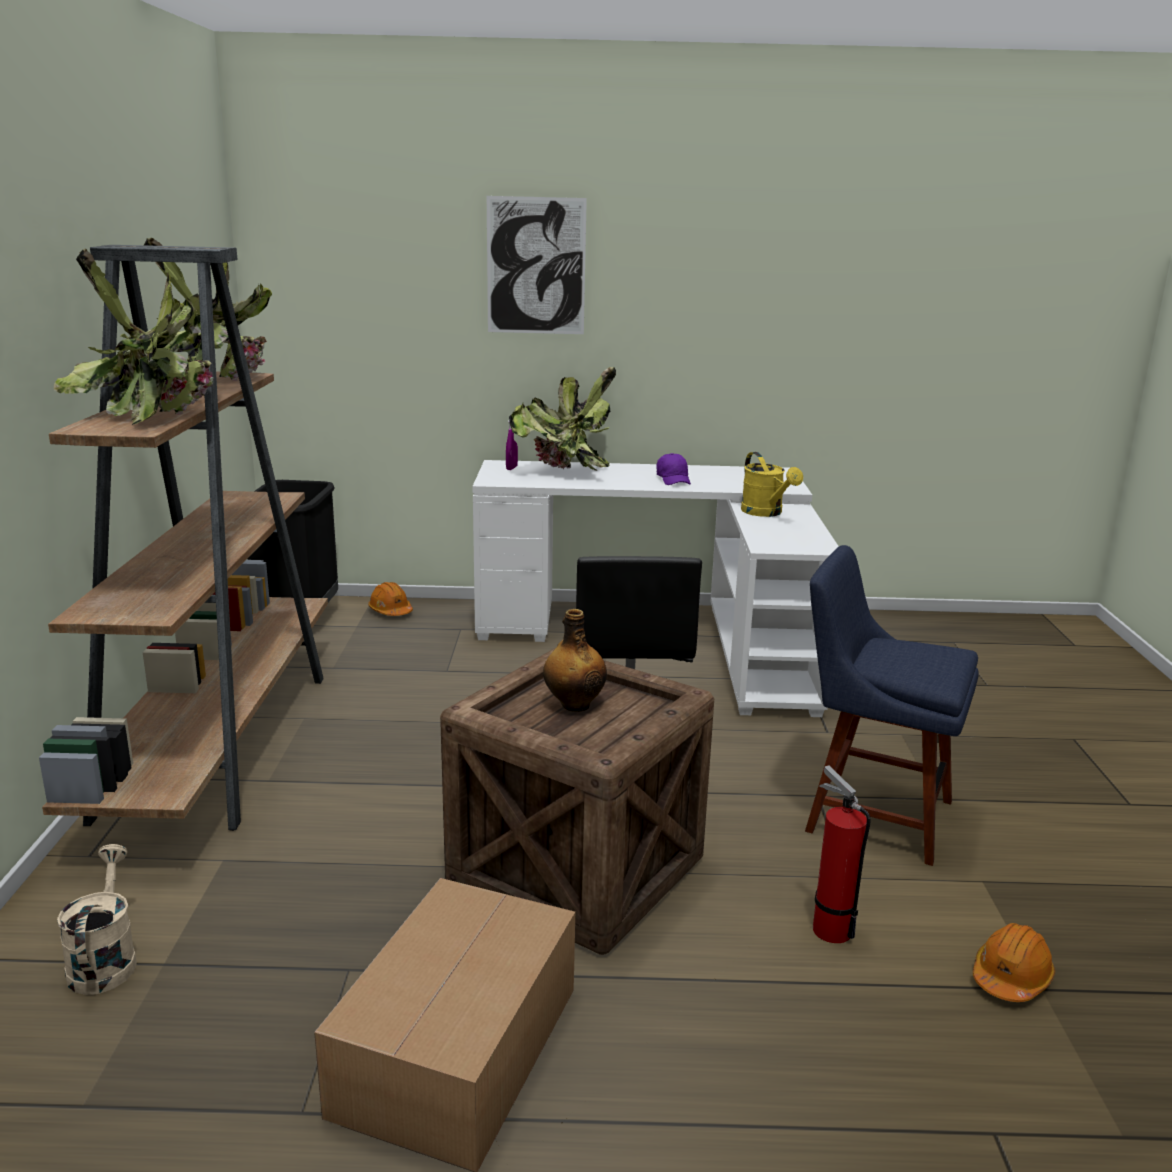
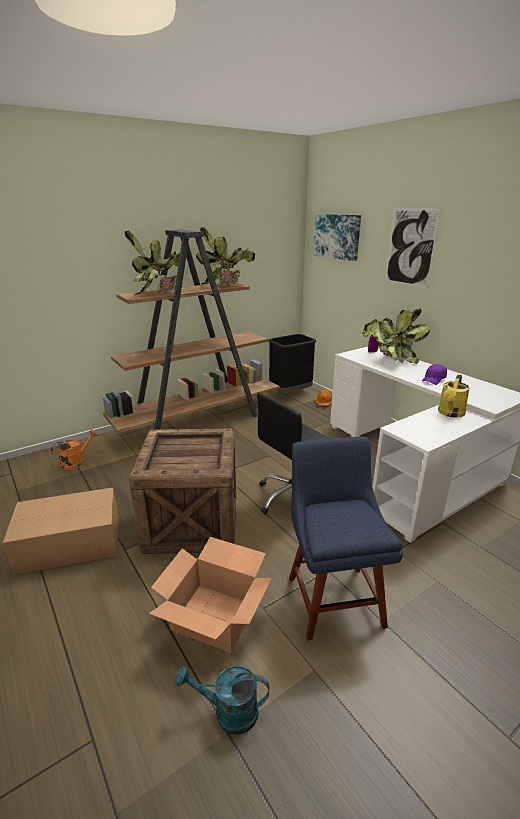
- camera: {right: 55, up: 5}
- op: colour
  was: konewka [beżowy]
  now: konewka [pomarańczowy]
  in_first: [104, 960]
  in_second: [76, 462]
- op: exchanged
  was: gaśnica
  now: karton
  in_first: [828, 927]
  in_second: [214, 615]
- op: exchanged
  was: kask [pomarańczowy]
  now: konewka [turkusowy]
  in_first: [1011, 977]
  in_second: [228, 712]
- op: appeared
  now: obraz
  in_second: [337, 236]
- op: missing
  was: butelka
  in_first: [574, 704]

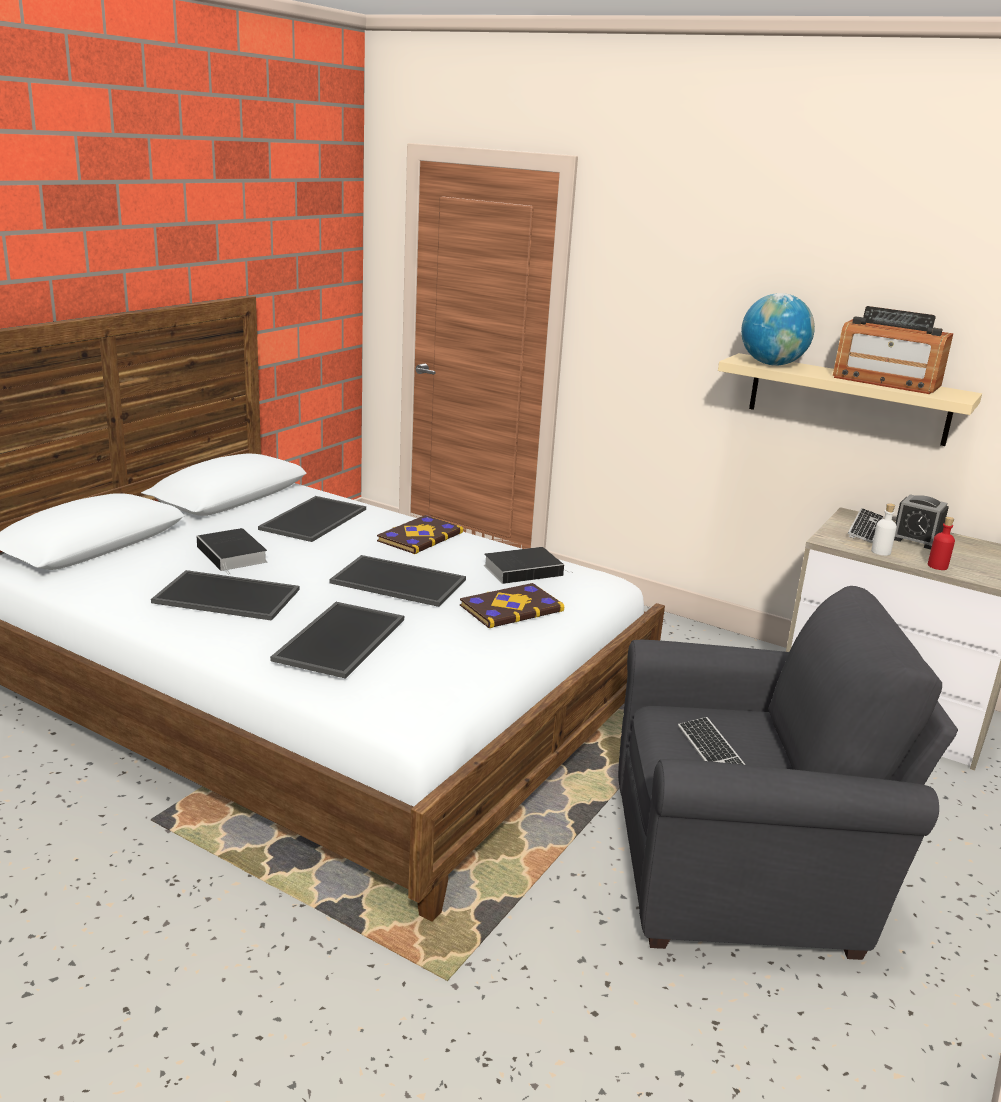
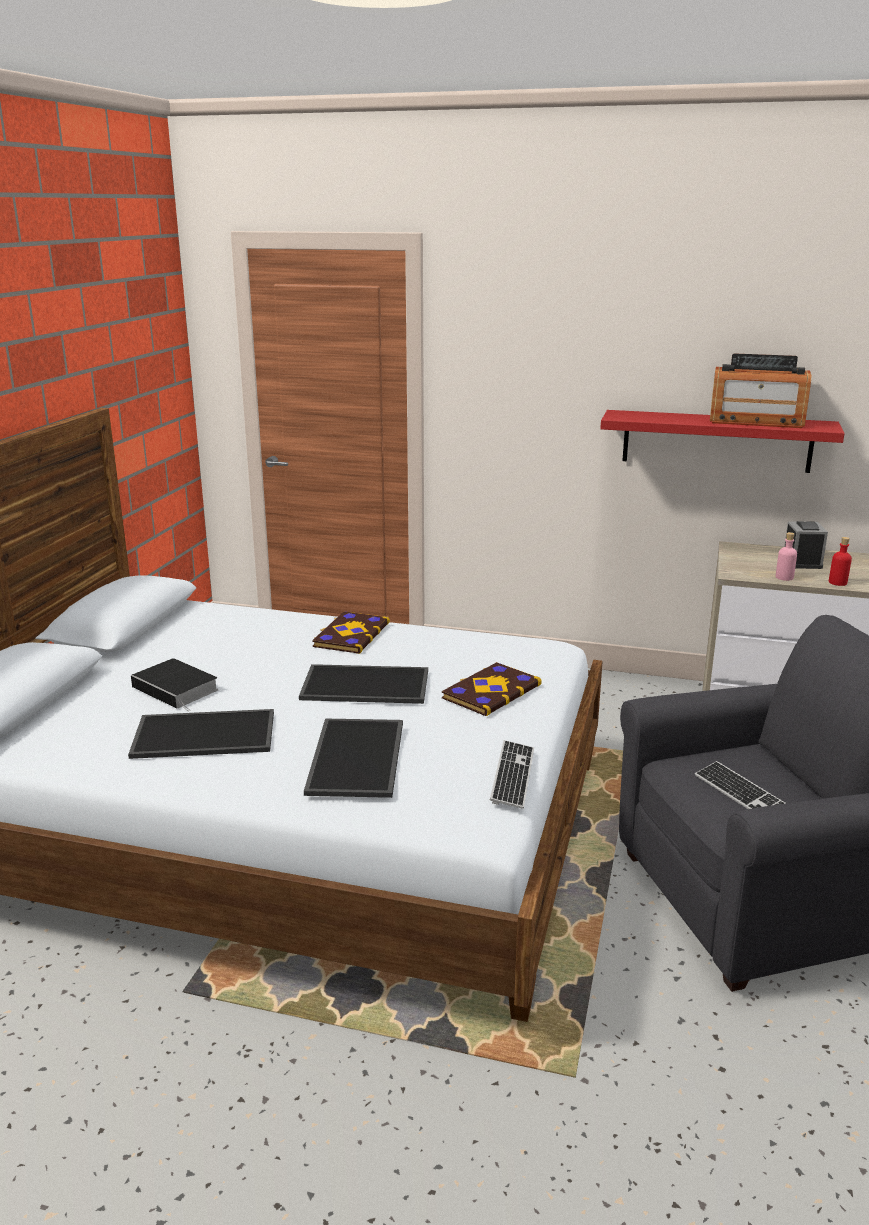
- camera: {right: -15, up: 0}
- op: relocated
  was: klawiatura
  in_first: [865, 527]
  in_second: [512, 776]
- op: colour
  was: półka [beżowy]
  now: półka [czerwony]
  in_first: [848, 399]
  in_second: [716, 441]
- op: colour
  was: butelka [biały]
  now: butelka [różowy]
  in_first: [880, 552]
  in_second: [784, 577]
- op: spun
  was: budzik
  in_first: [915, 540]
  in_second: [802, 561]
  clockwise: -105
- op: missing
  was: taca
  in_first: [313, 518]
- op: missing
  was: książka
  in_first: [524, 570]
- op: missing
  was: globus
  in_first: [771, 364]

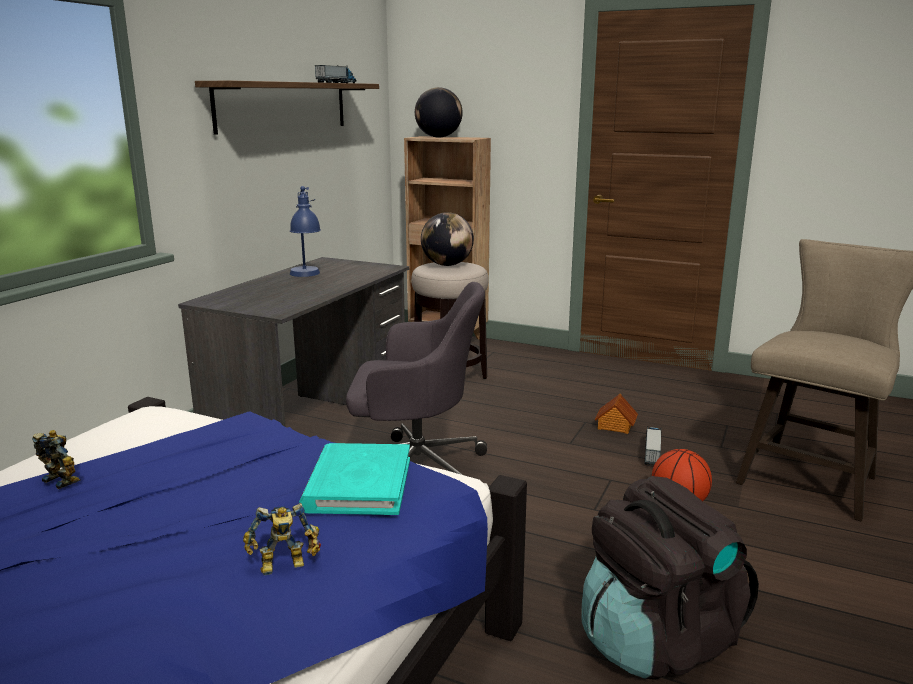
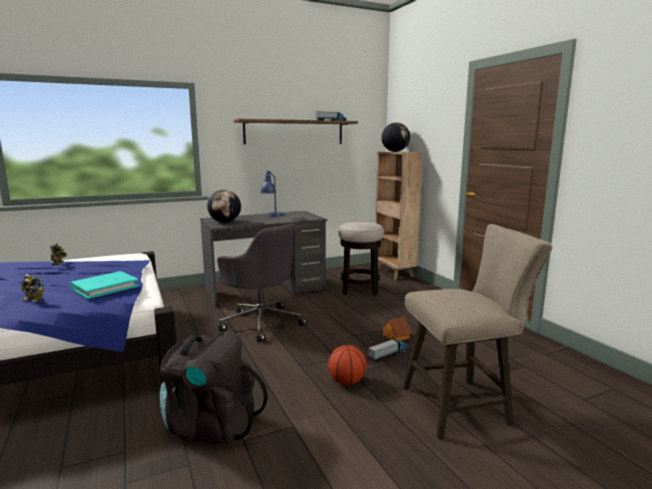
- camera: {right: 40, up: -5}
- op: relocated
  was: globus
  in_first: [447, 265]
  in_second: [225, 222]

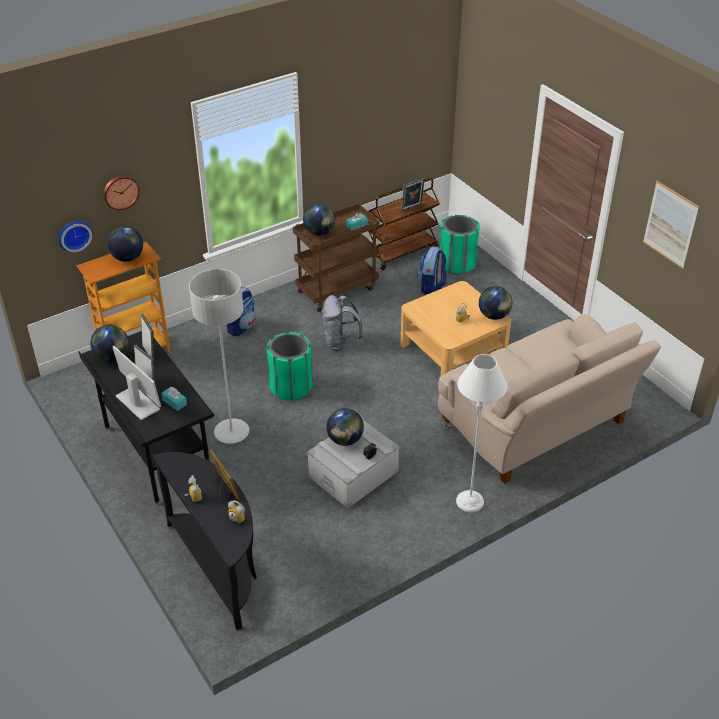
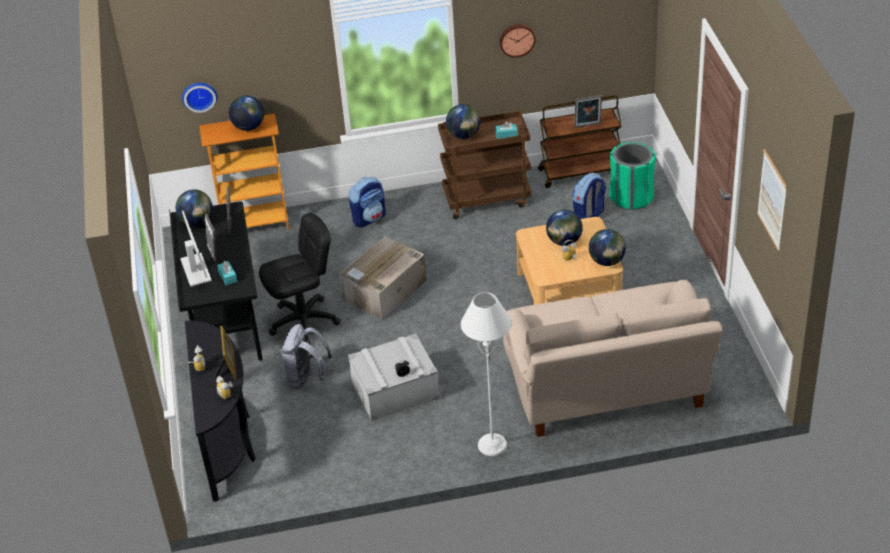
- camera: {right: 25, up: 0}
- op: exchanged
  was: lampa stojąca [szary]
  now: krzesło biurowe [czarny]
  in_first: [231, 432]
  in_second: [304, 322]
- op: relocated
  was: plecak [szary]
  in_first: [340, 342]
  in_second: [307, 378]
- op: exchanged
  was: kosz na śmieci [zielony]
  now: karton
  in_first: [291, 387]
  in_second: [384, 291]
- op: relocated
  was: zegar ścienny
  in_first: [120, 191]
  in_second: [517, 39]
- op: relocated
  was: globus
  in_first: [345, 440]
  in_second: [564, 241]

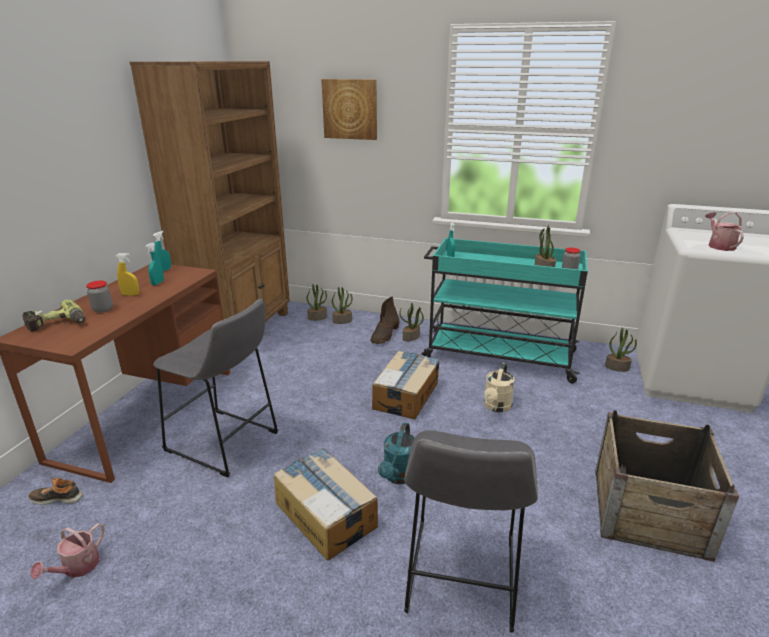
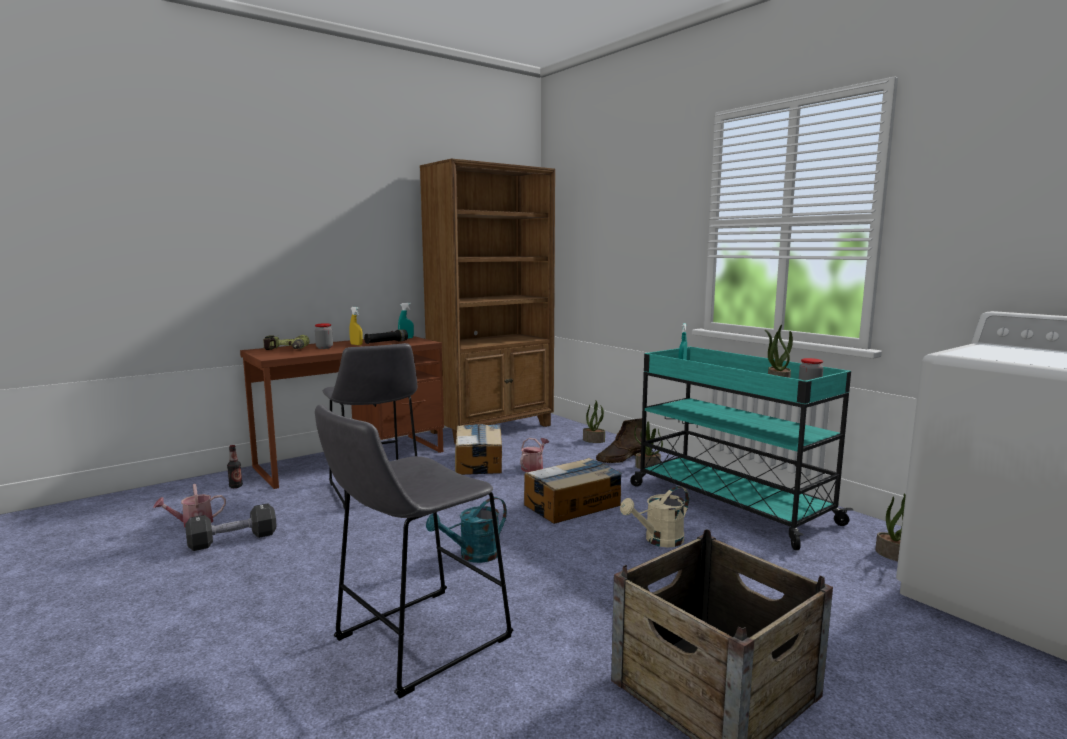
- camera: {right: 35, up: -15}
- op: appeared
  now: hantel [czarny]
  in_second: [233, 540]
- op: exchanged
  was: but
  now: butelka
  in_first: [57, 498]
  in_second: [236, 486]
- op: exchanged
  was: spryskiwacz [turkusowy]
  now: latarka [czarny]
  in_first: [158, 283]
  in_second: [386, 342]
- op: relocated
  was: karton
  in_first: [326, 514]
  in_second: [479, 462]
- op: relocated
  was: konewka
  in_first: [719, 245]
  in_second: [533, 467]
- op: missing
  was: roślina doniczkowa
  in_first: [317, 317]
- op: missing
  was: obraz
  in_first: [350, 109]

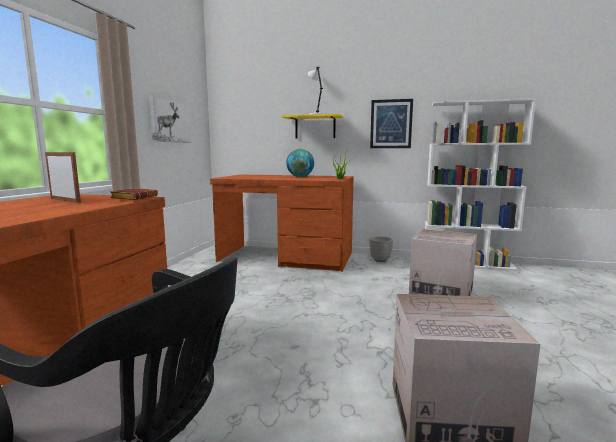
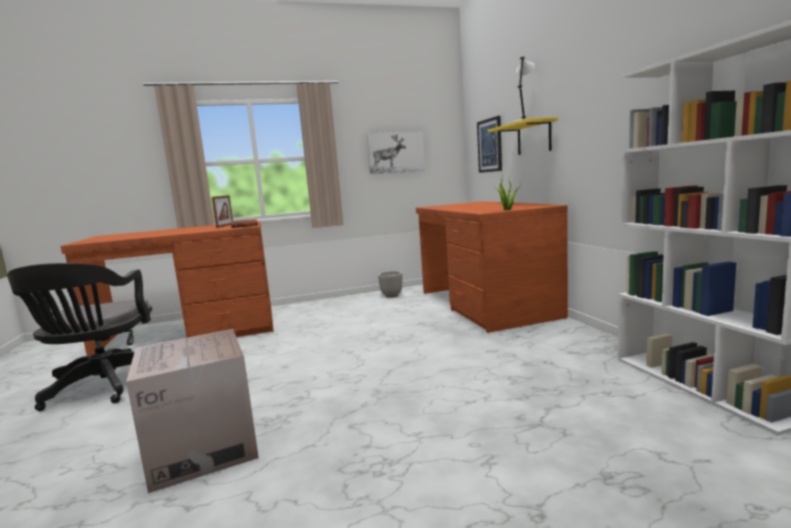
- camera: {right: 60, up: 0}
- op: relocated
  was: donica
  in_first: [380, 260]
  in_second: [392, 296]
- op: relocated
  was: obraz
  in_first: [391, 124]
  in_second: [490, 145]
- op: missing
  was: globus
  in_first: [300, 177]
- op: missing
  was: karton
  in_first: [441, 293]

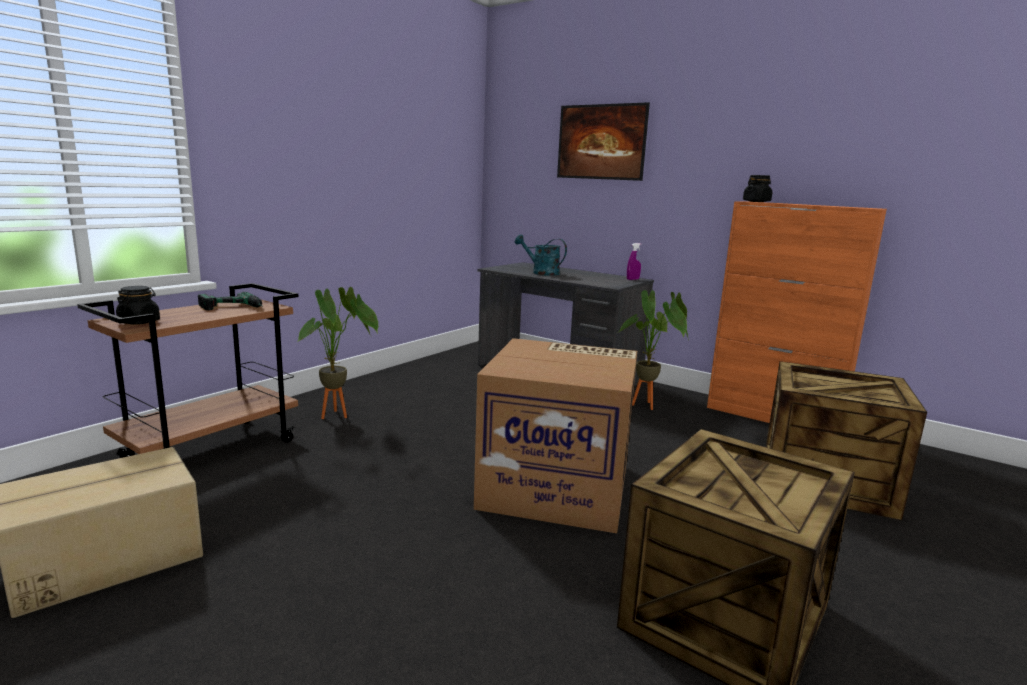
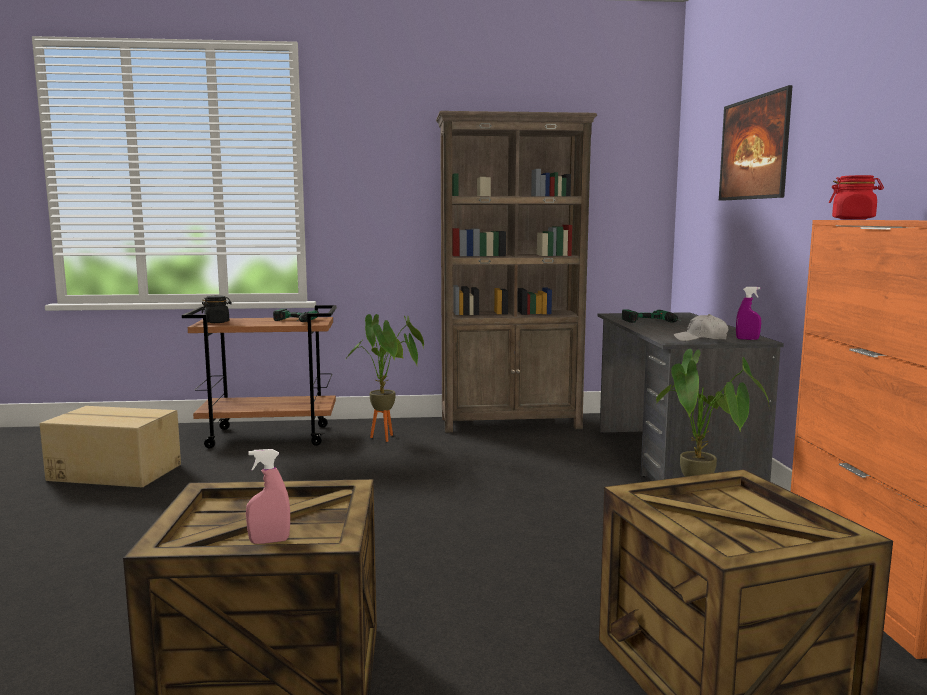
- camera: {right: 50, up: -5}
- op: appeared
  now: spryskiwacz [różowy]
  in_second: [269, 541]
- op: appeared
  now: regał [brązowy]
  in_second: [511, 423]
- op: exchanged
  was: konewka [turkusowy]
  now: wiertarka
  in_first: [541, 273]
  in_second: [652, 322]
- op: appeared
  now: czapka z daszkiem [biały]
  in_second: [700, 339]
- op: colour
  was: słoik [czarny]
  now: słoik [czerwony]
  in_first: [756, 201]
  in_second: [853, 219]
- op: missing
  was: karton
  in_first: [558, 486]

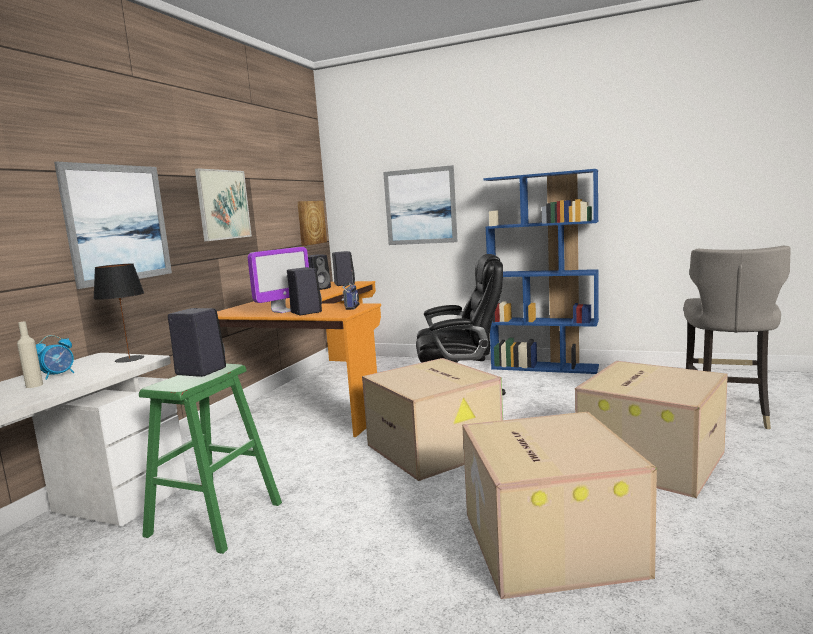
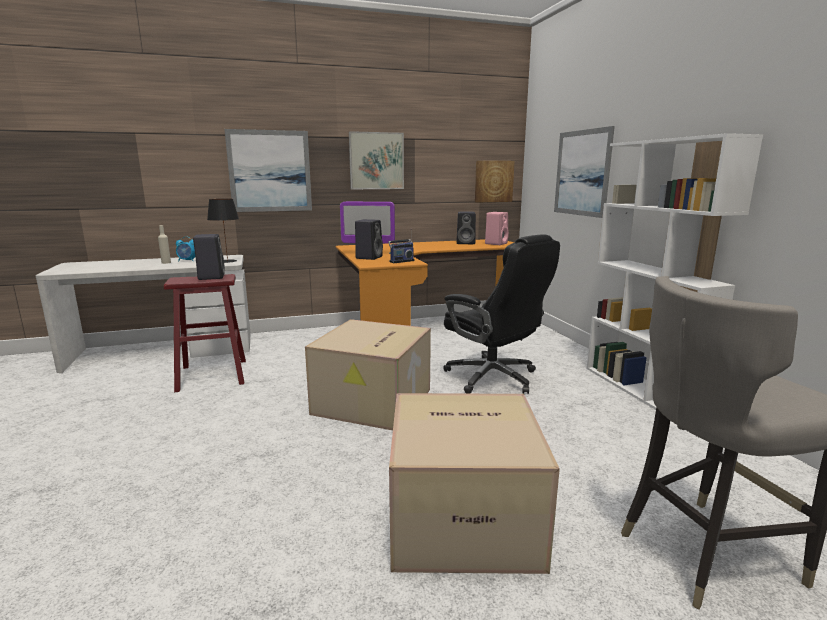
- camera: {right: 50, up: 5}
- op: colour
  was: stołek [zielony]
  now: stołek [czerwony]
  in_first: [214, 519]
  in_second: [212, 375]
- op: colour
  was: głośnik [czarny]
  now: głośnik [różowy]
  in_first: [344, 284]
  in_second: [496, 243]
- op: colour
  was: regał [niebieski]
  now: regał [biały]
  in_first: [545, 367]
  in_second: [643, 390]
- op: missing
  was: karton
  in_first: [547, 542]

